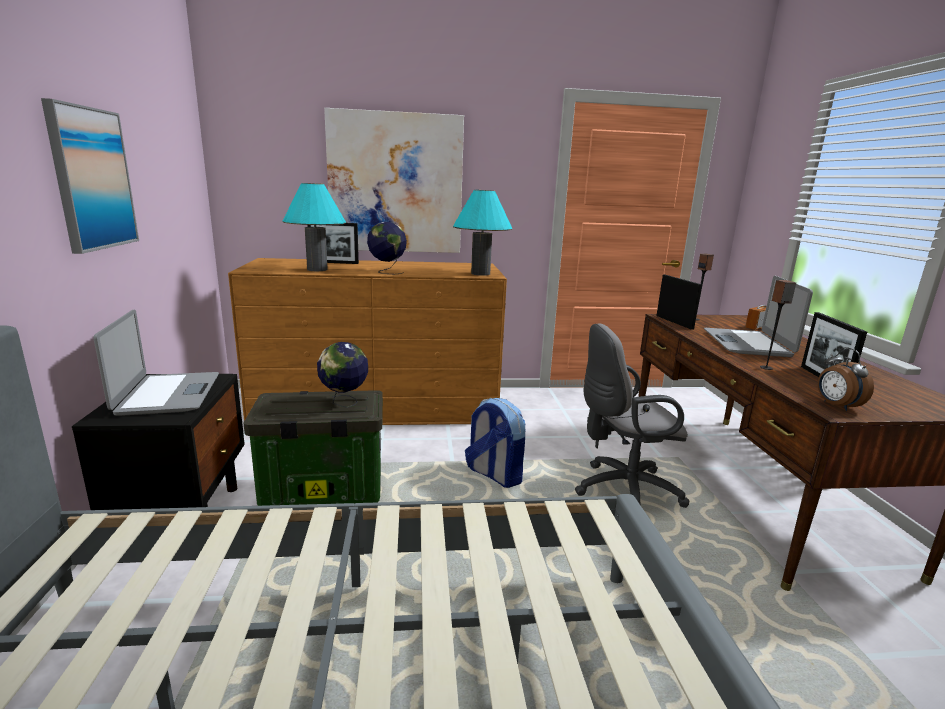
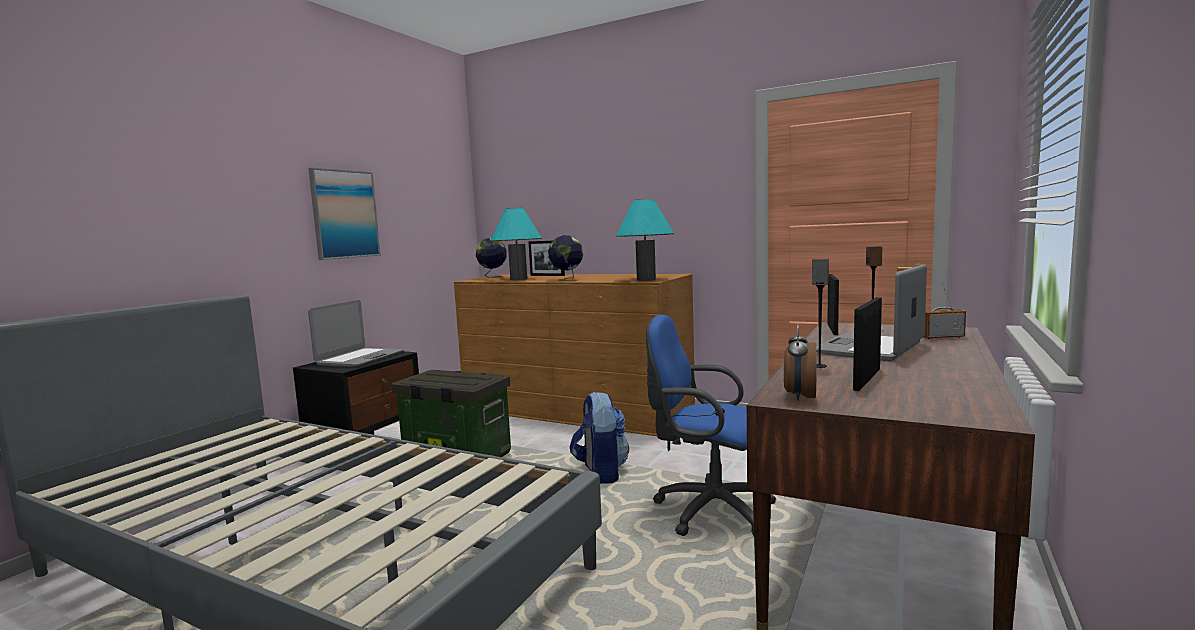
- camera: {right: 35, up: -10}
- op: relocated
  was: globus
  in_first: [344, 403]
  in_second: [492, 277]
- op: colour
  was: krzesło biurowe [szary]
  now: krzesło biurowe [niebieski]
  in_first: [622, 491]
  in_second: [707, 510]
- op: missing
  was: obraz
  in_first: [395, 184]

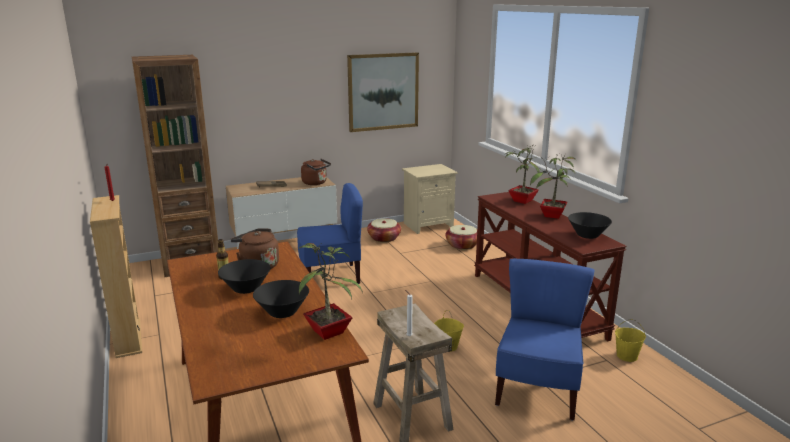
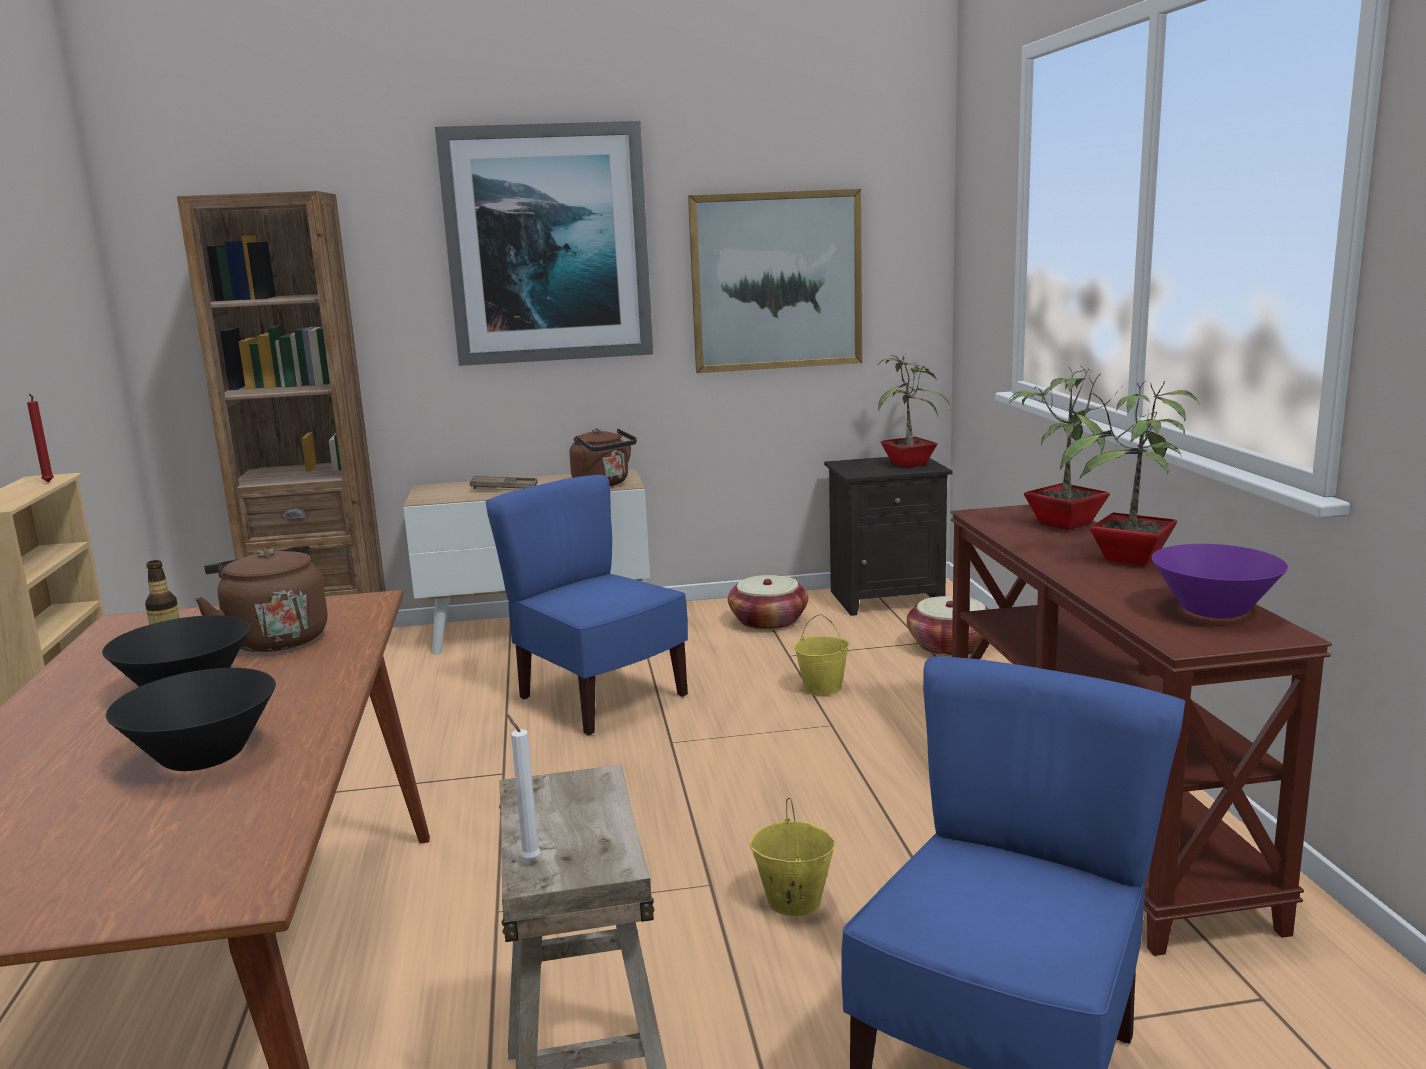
- camera: {right: 15, up: -5}
- op: appeared
  now: obraz
  in_second: [548, 244]
- op: spun
  was: krzesło [niebieski]
  in_first: [331, 276]
  in_second: [599, 698]
  clockwise: -135
- op: relocated
  was: wiadro [żółty]
  in_first: [627, 356]
  in_second: [823, 688]
- op: colour
  was: szafka nocna [beżowy]
  now: szafka nocna [czarny]
  in_first: [428, 225]
  in_second: [887, 598]
- op: relocated
  was: roślina doniczkowa
  in_first: [330, 332]
  in_second: [910, 464]
- op: colour
  was: miska [czarny]
  now: miska [fioletowy]
  in_first: [587, 235]
  in_second: [1214, 610]

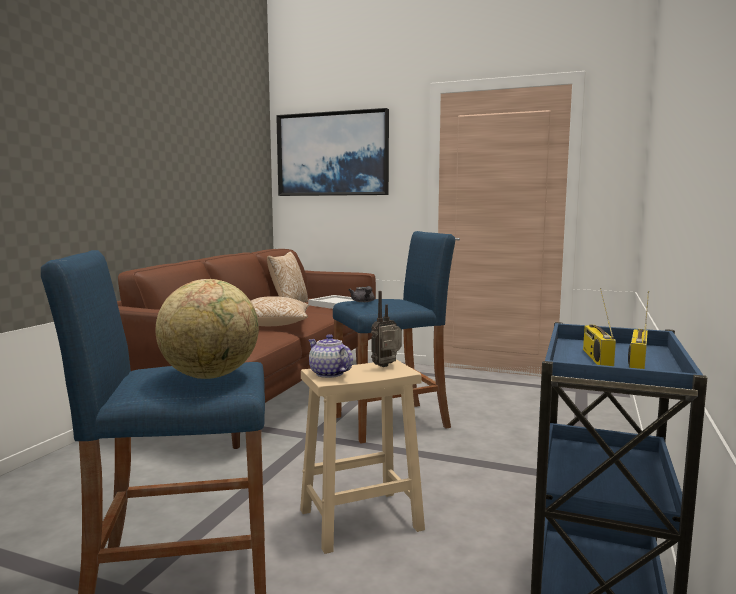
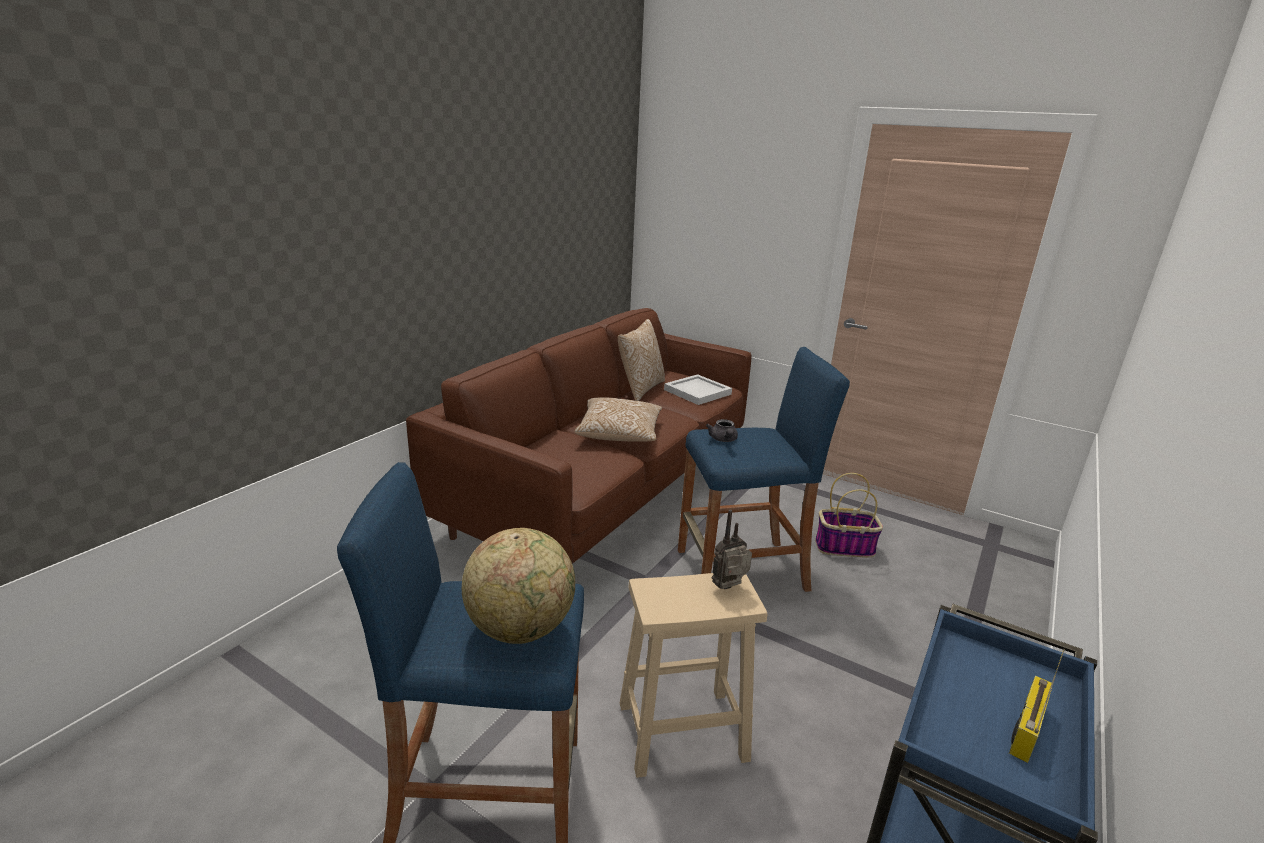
- camera: {right: 10, up: 15}
- op: appeared
  now: koszyk
  in_second: [845, 547]
- op: missing
  was: obraz
  in_first: [332, 154]
- op: missing
  was: imbryk
  in_first: [328, 373]
- op: missing
  was: radio
  in_first: [596, 358]

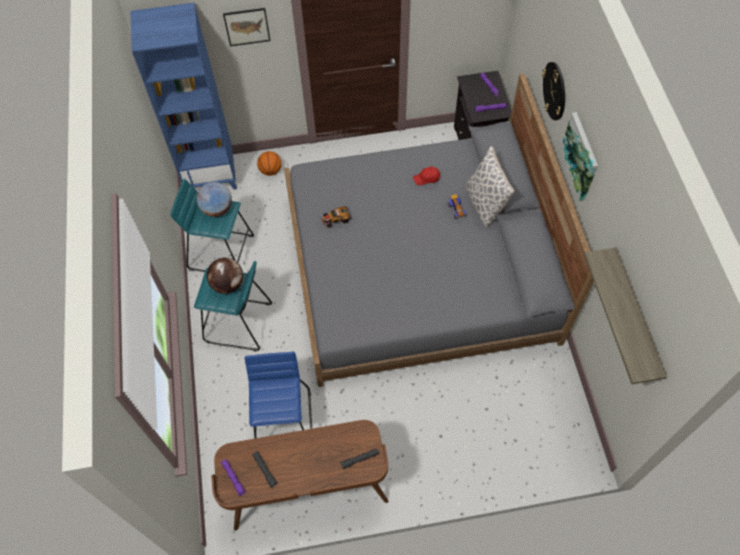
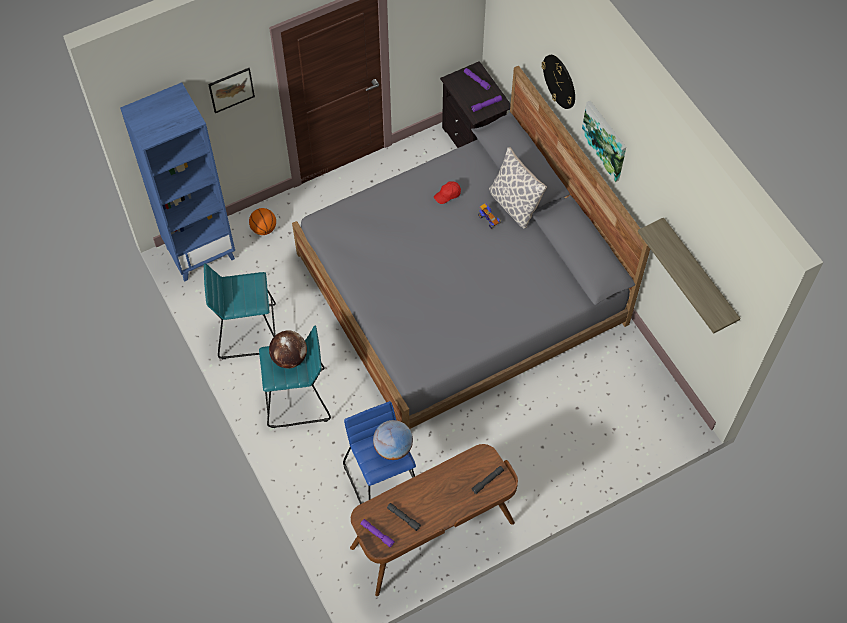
- camera: {right: -20, up: 0}
- op: relocated
  was: globus
  in_first: [217, 209]
  in_second: [393, 448]
- op: missing
  was: samochodzik
  in_first: [335, 219]

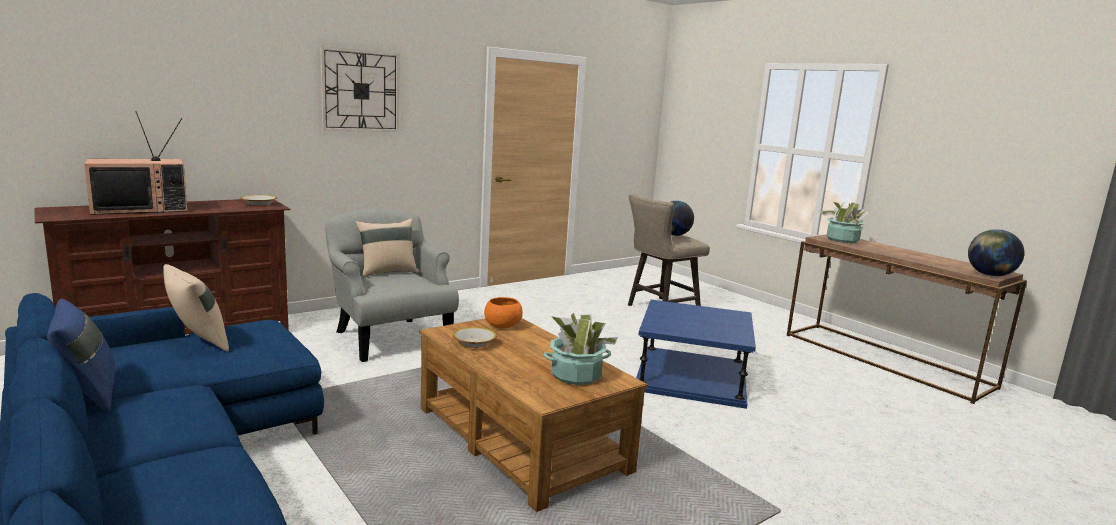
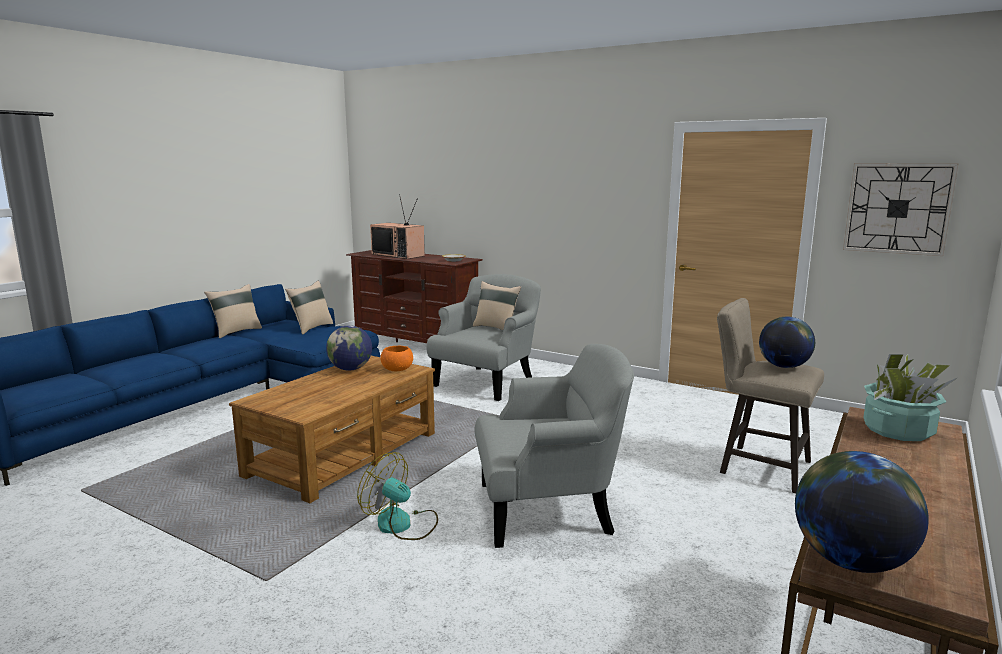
- camera: {right: 70, up: 0}
- op: colour
  was: poduszka [niebieski]
  now: poduszka [beżowy]
  in_first: [87, 396]
  in_second: [236, 332]
- op: exchanged
  was: miska
  now: globus
  in_first: [475, 343]
  in_second: [350, 369]
- op: appeared
  now: wentylator
  in_second: [402, 525]
- op: exchanged
  was: stolik [niebieski]
  now: fotel [szary]
  in_first: [691, 377]
  in_second: [548, 509]
- op: relocated
  was: zegar ścienny
  in_first: [360, 91]
  in_second: [897, 208]
- op: missing
  was: roślina doniczkowa
  in_first: [576, 375]

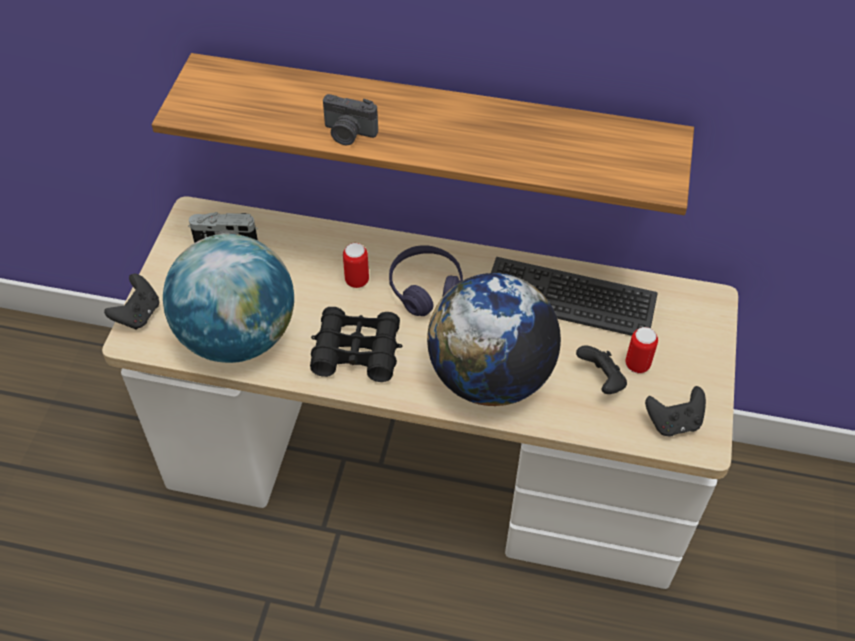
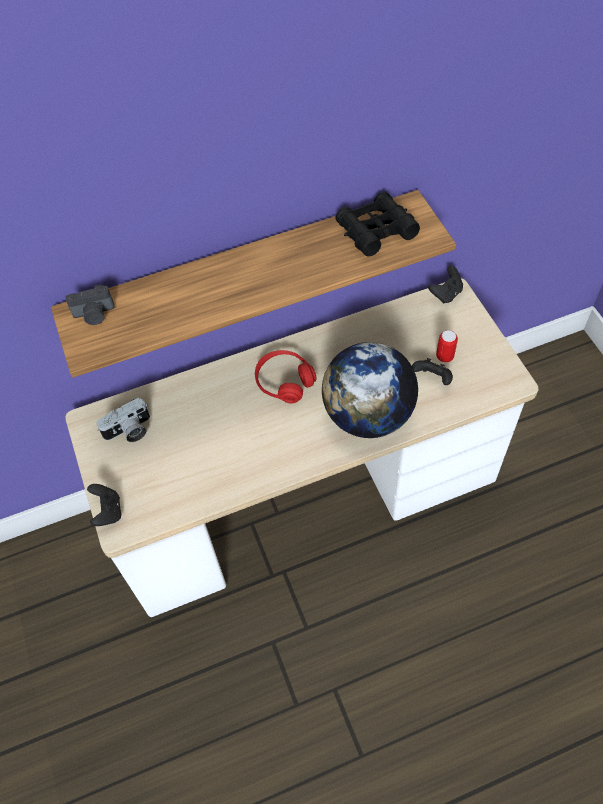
- camera: {right: -30, up: 5}
- op: relocated
  was: aparat fotograficzny
  in_first: [348, 134]
  in_second: [94, 315]
- op: colour
  was: słuchawki [fioletowy]
  now: słuchawki [czerwony]
  in_first: [426, 288]
  in_second: [284, 381]
- op: relocated
  was: lornetka [czarny]
  in_first: [356, 351]
  in_second: [376, 231]
- op: relocated
  was: pad do gier [czarny]
  in_first: [673, 422]
  in_second: [446, 294]
- op: missing
  was: globus
  in_first: [238, 336]
- op: missing
  was: puszka
  in_first: [357, 280]
- op: missing
  was: klawiatura
  in_first: [570, 297]

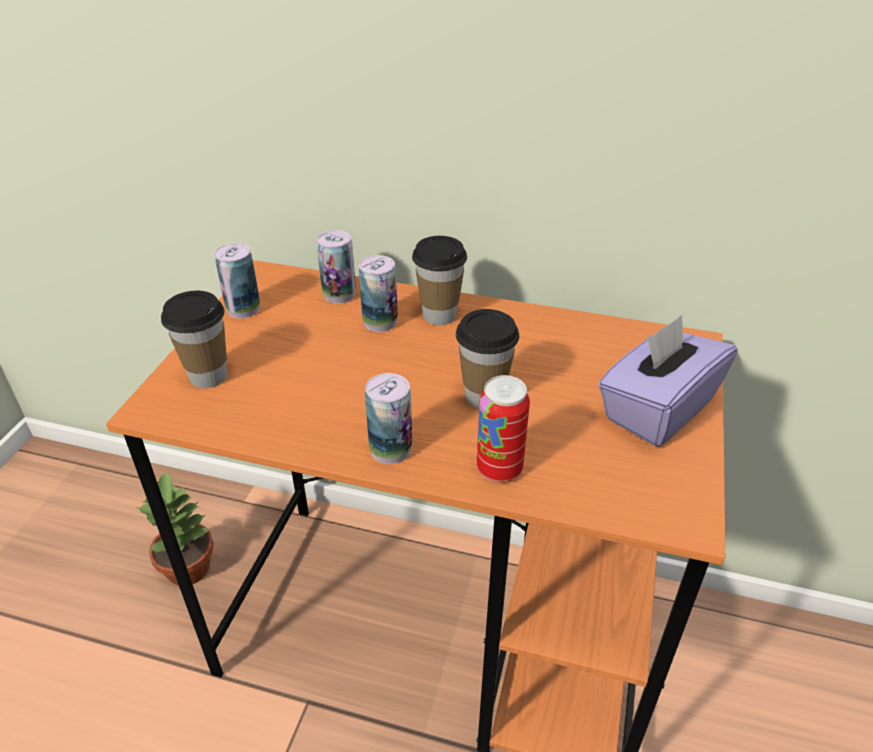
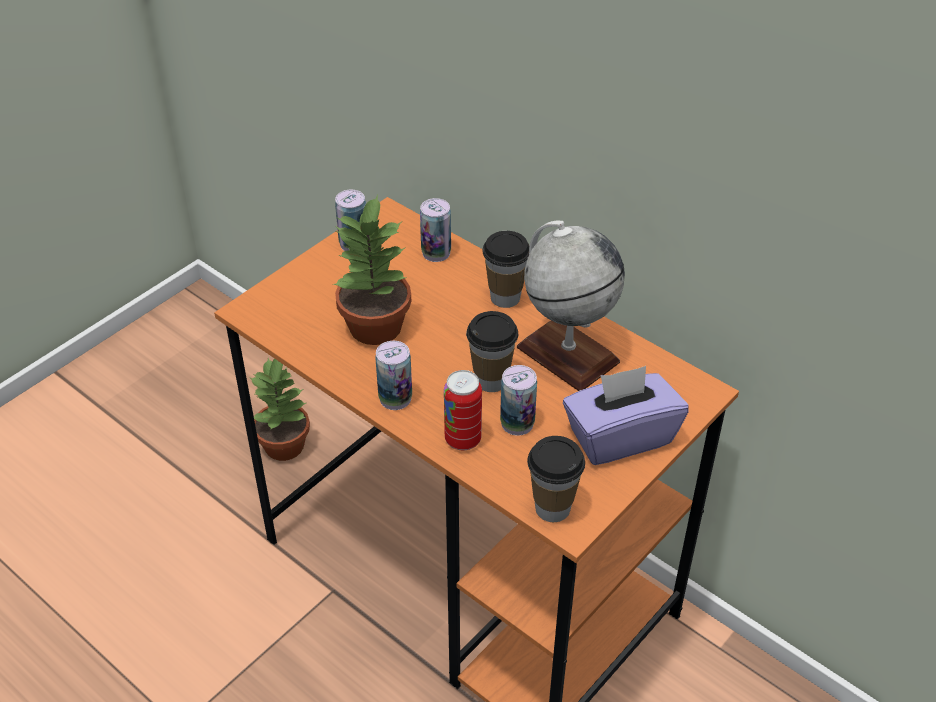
- camera: {right: 25, up: 5}
- op: appeared
  now: roślina doniczkowa
  in_second: [374, 327]
- op: relocated
  was: puszka
  in_first: [380, 322]
  in_second: [517, 423]
- op: appeared
  now: globus
  in_second: [567, 354]
- op: relocated
  was: filiżanka
  in_first: [208, 376]
  in_second: [552, 508]

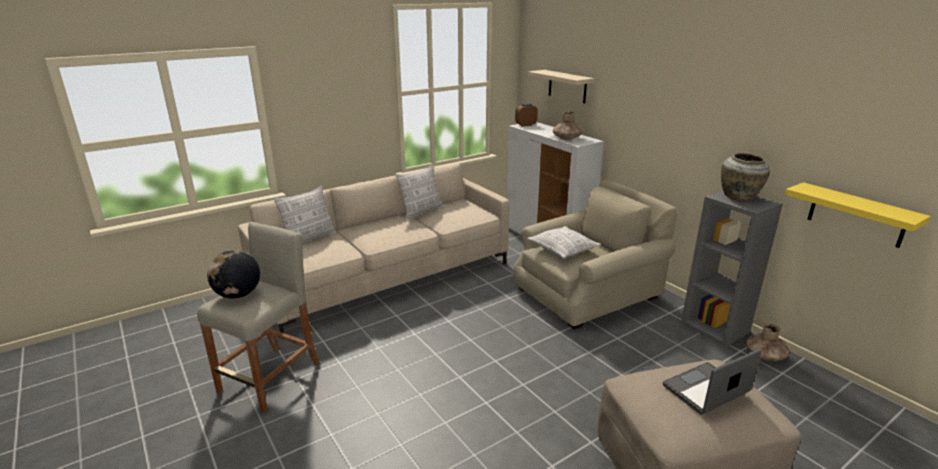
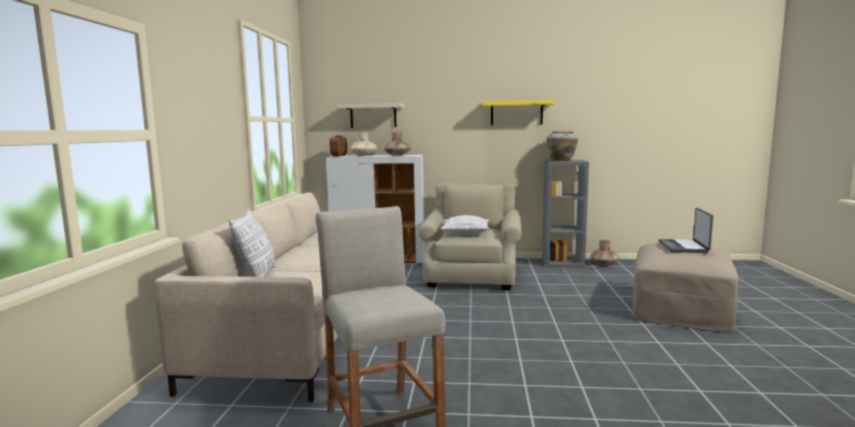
- camera: {right: -50, up: -15}
- op: appeared
  now: wazon [beżowy]
  in_second: [363, 155]
- op: relocated
  was: półka [żółty]
  in_first: [856, 215]
  in_second: [516, 113]
- op: missing
  was: globus
  in_first: [238, 295]
- op: missing
  was: poduszka
  in_first: [421, 212]

